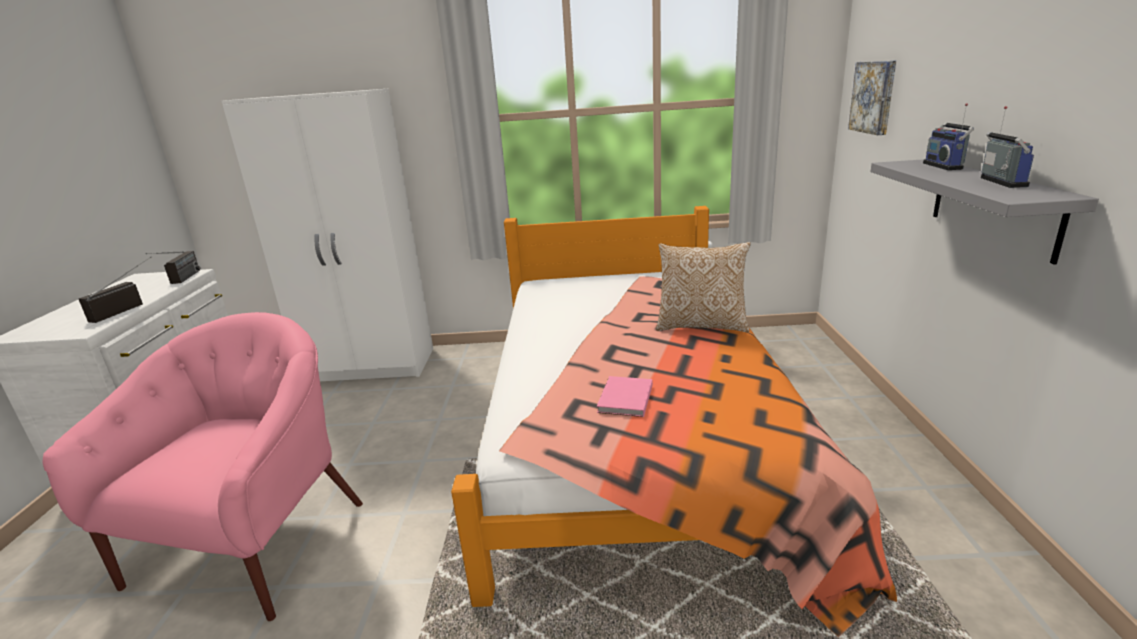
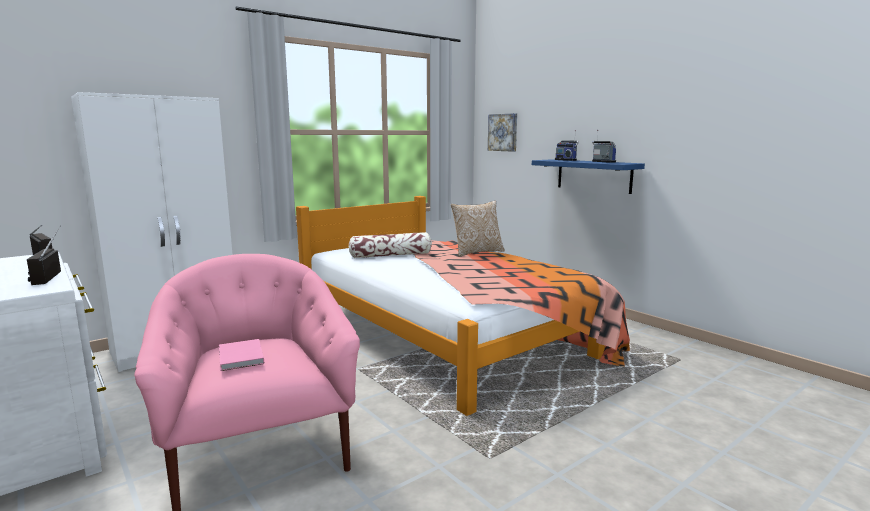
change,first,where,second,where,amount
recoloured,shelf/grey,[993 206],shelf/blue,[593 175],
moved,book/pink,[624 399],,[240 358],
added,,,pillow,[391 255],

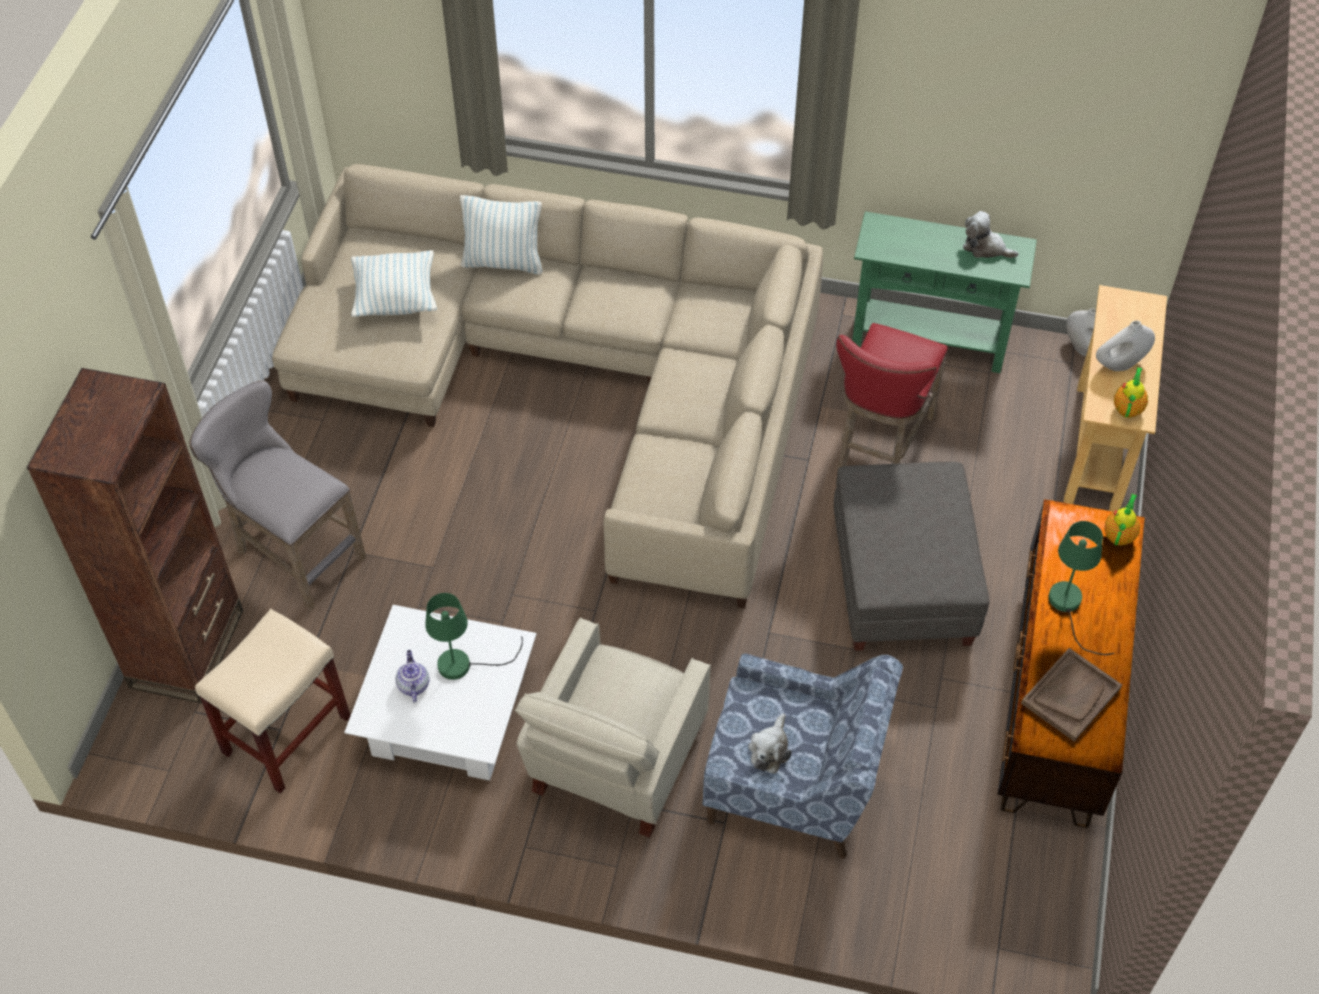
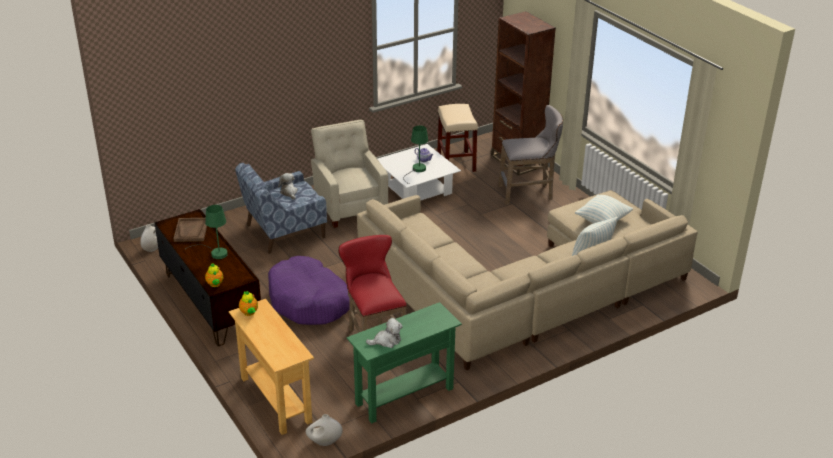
change,first,where,second,where,amount
moved,vase/white,[1119 365],,[153 248],
replaced,ottoman/grey,[902 583],dog bed/purple,[309 301],

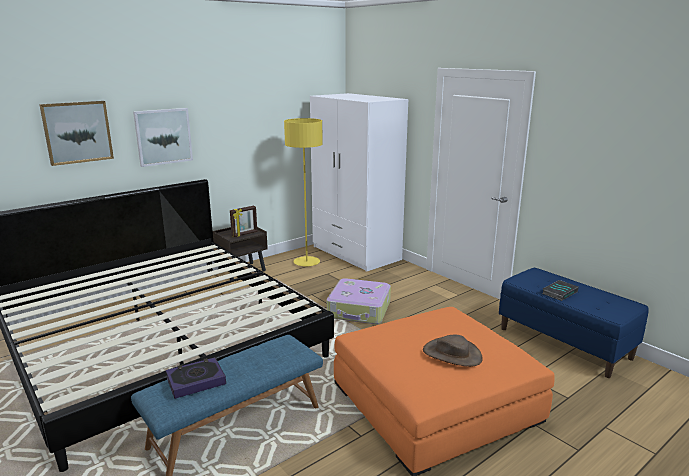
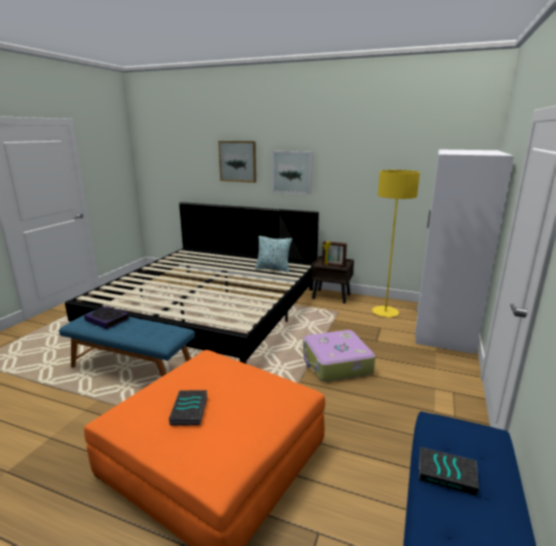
change,first,where,second,where,amount
replaced,hat/brown,[452 354],book,[190 411],
added,,,pillow,[273 269],

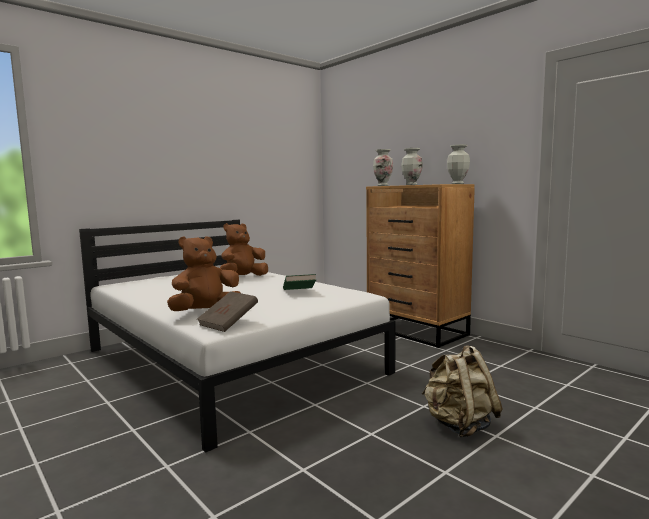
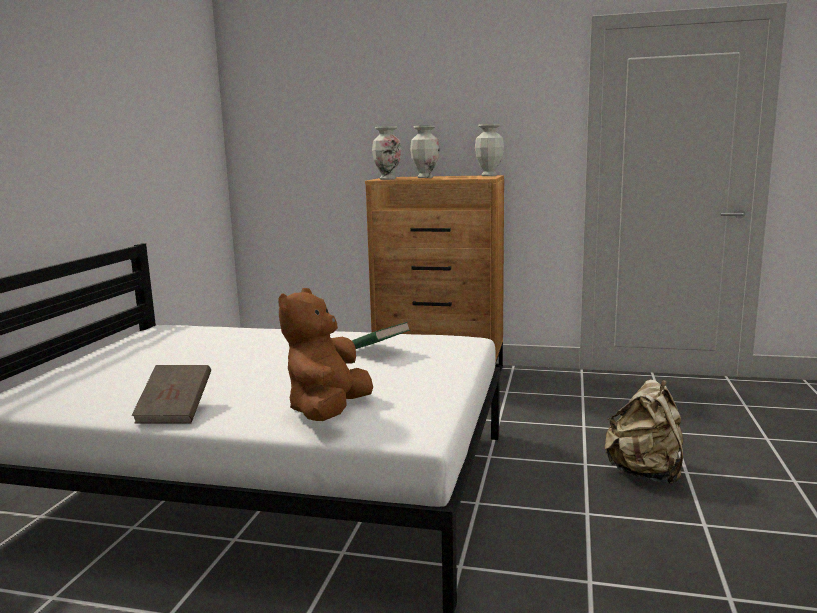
change,first,where,second,where,amount
removed,plush toy/brown,[243 277],,,
moved,book/brown,[228 323],,[175 411],

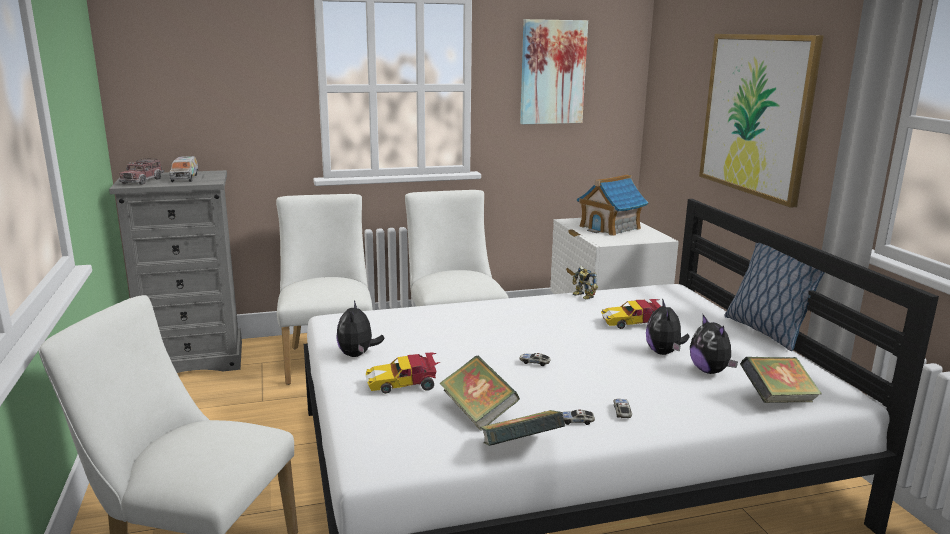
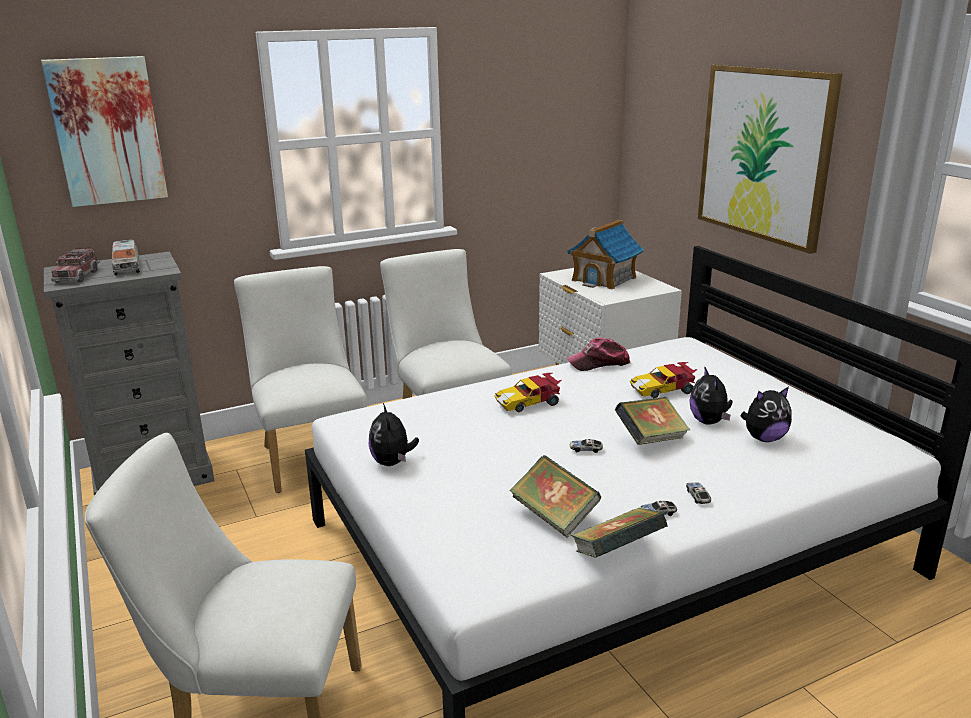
change,first,where,second,where,amount
moved,picture,[552 72],,[107 131],
removed,pillow,[766 331],,,
replaced,toy robot,[582 296],cap,[598 363],
turned,plush toy,[710 371],,[764 438],75 degrees counterclockwise
moved,toy car,[404 384],,[529 403],
moved,book,[777 399],,[651 439],

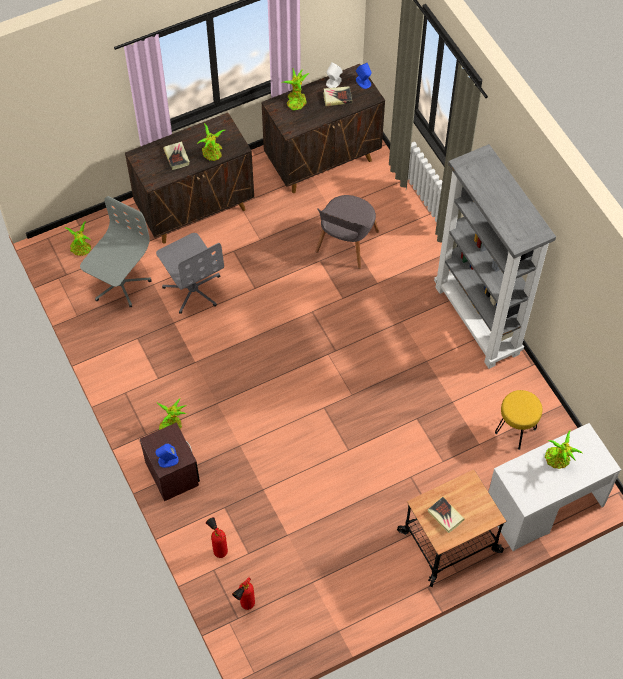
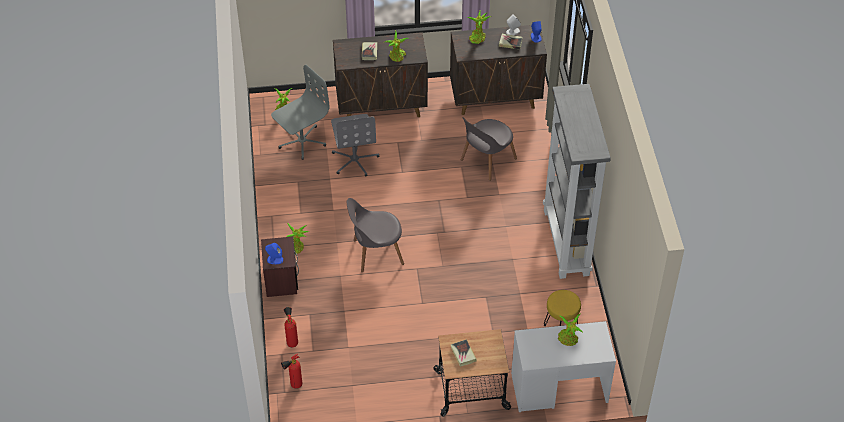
change,first,where,second,where,amount
added,,,chair/grey,[375 252],

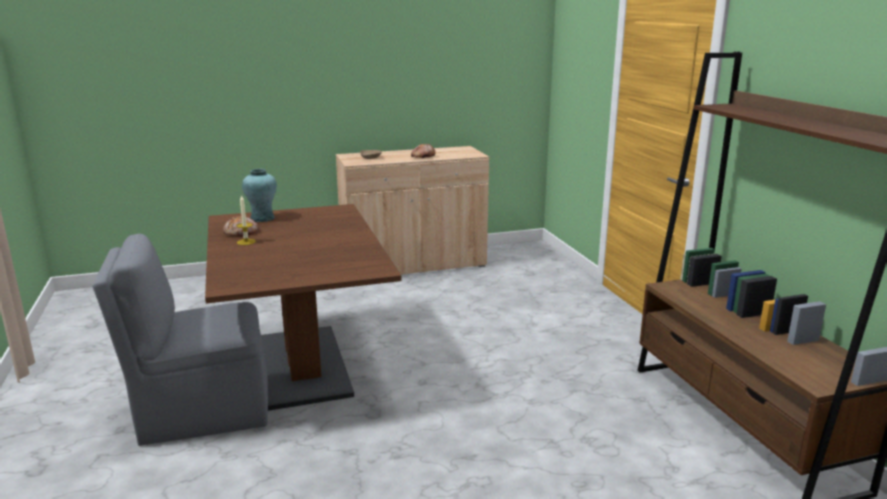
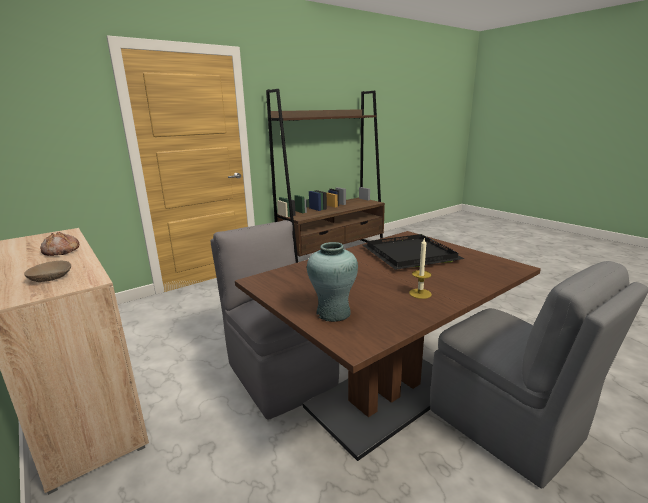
change,first,where,second,where,amount
removed,bread,[241 232],,,
added,,,chair/grey,[280 373],
added,,,tray/black,[408 254],

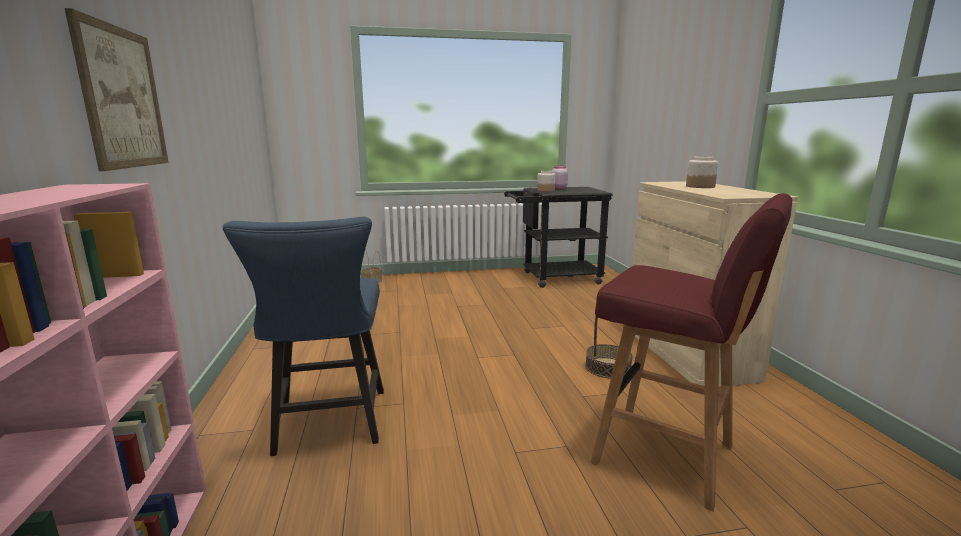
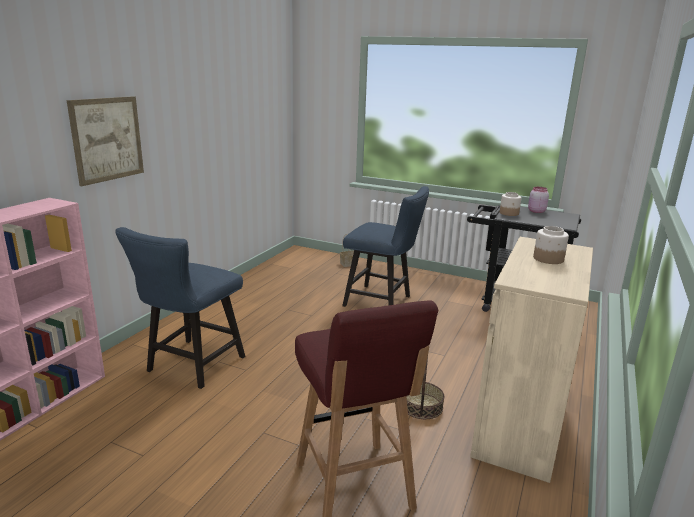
change,first,where,second,where,amount
added,,,chair/blue,[382 302],

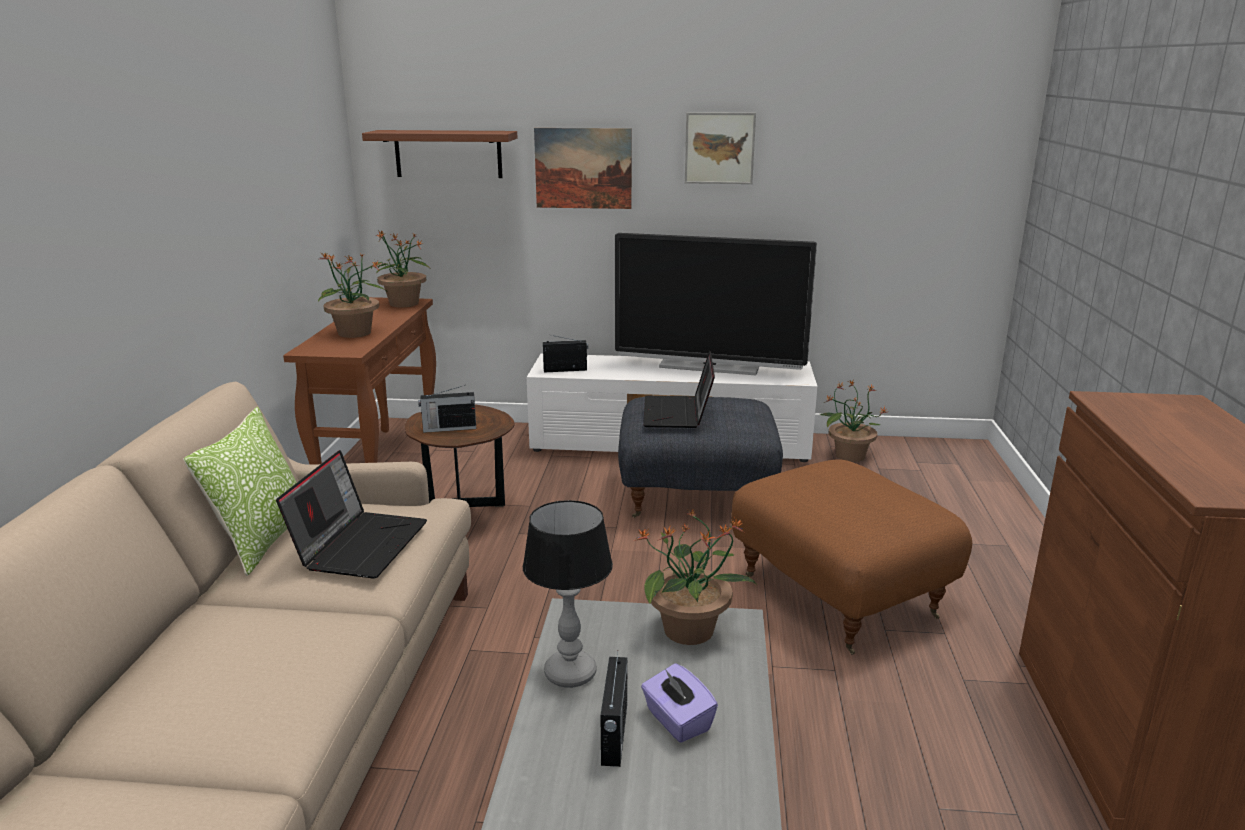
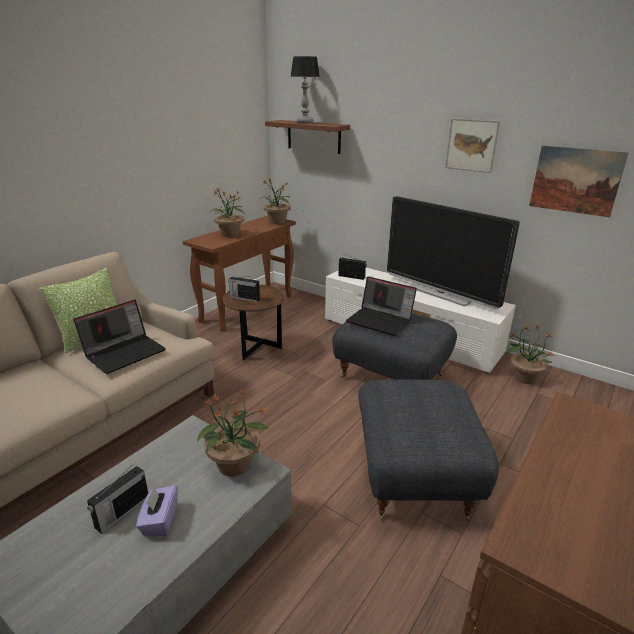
change,first,where,second,where,amount
moved,picture,[583 168],,[575 180],
turned,laptop,[678 414],,[380 321],90 degrees counterclockwise
recoloured,ottoman/brown,[841 595],ottoman/grey,[416 475],
moved,table lamp,[571 674],,[305 122],

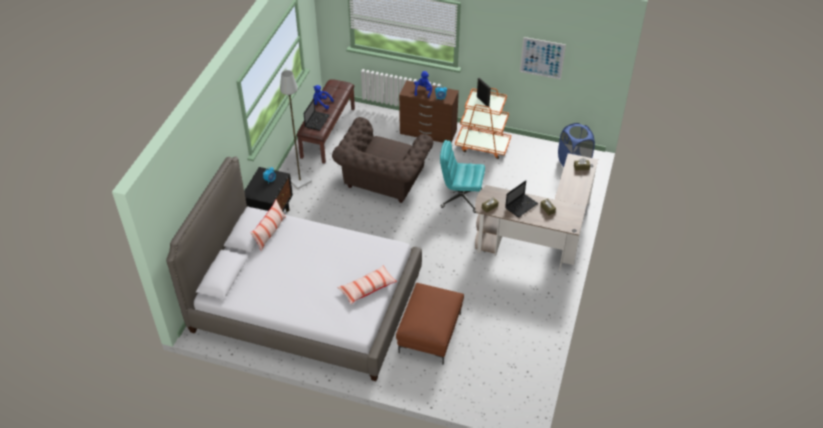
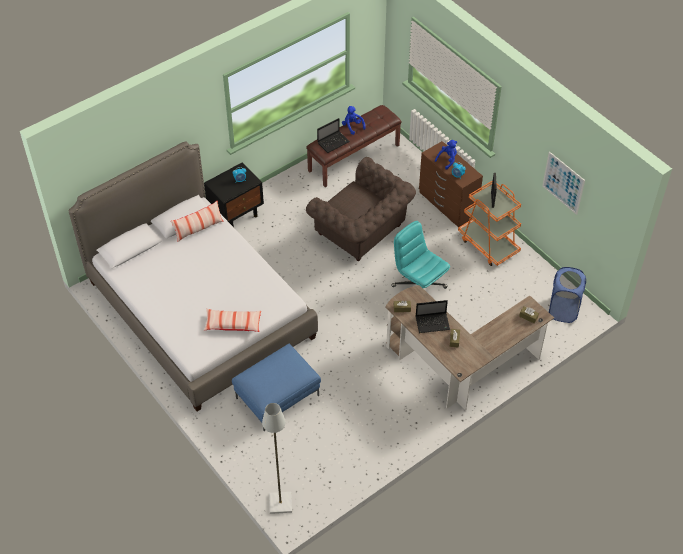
change,first,where,second,where,amount
moved,floor lamp/grey,[300 181],,[280 503],
turned,armchair/brown,[382 181],,[362 231],105 degrees counterclockwise
recoloured,ottoman/brown,[429 332],ottoman/blue,[277 396],

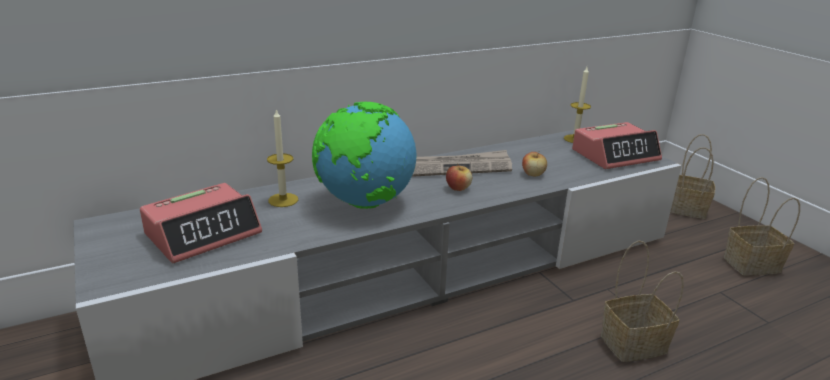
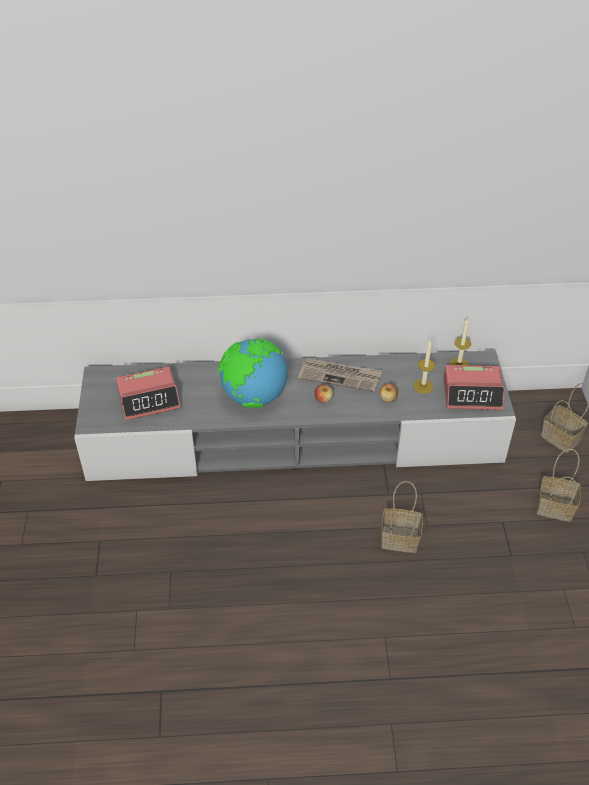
change,first,where,second,where,amount
moved,candle,[283 200],,[423 386],

